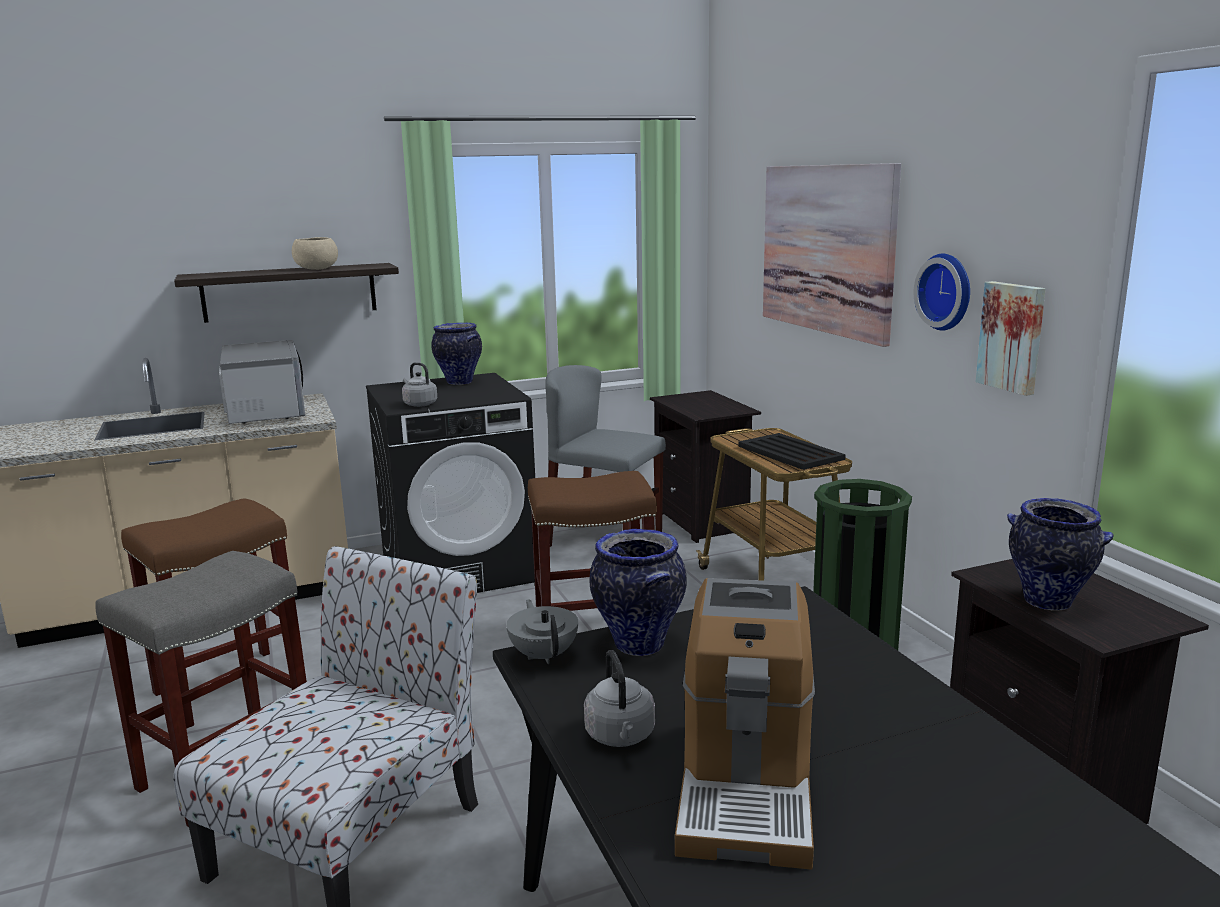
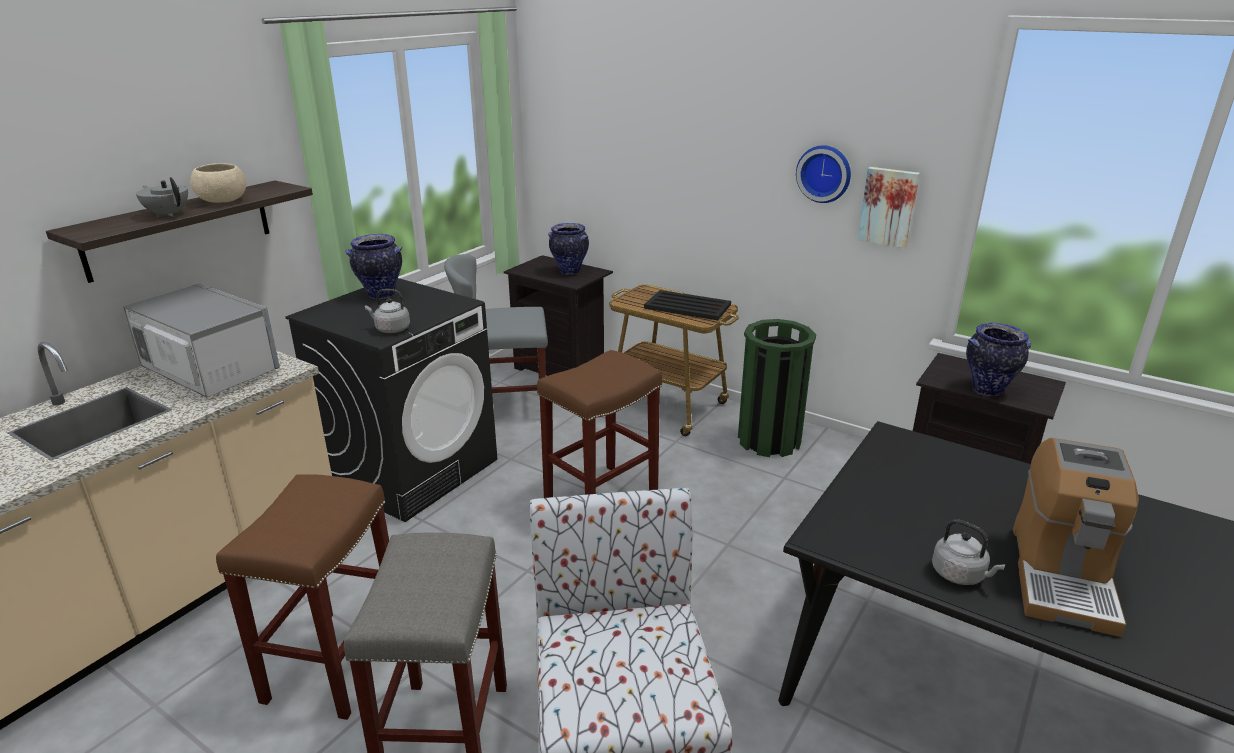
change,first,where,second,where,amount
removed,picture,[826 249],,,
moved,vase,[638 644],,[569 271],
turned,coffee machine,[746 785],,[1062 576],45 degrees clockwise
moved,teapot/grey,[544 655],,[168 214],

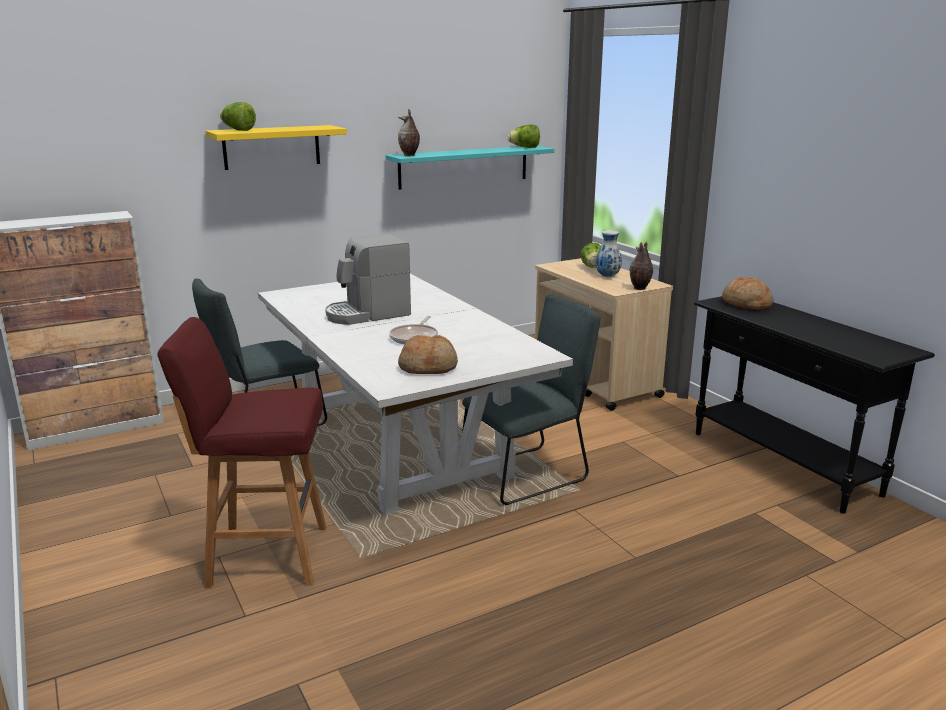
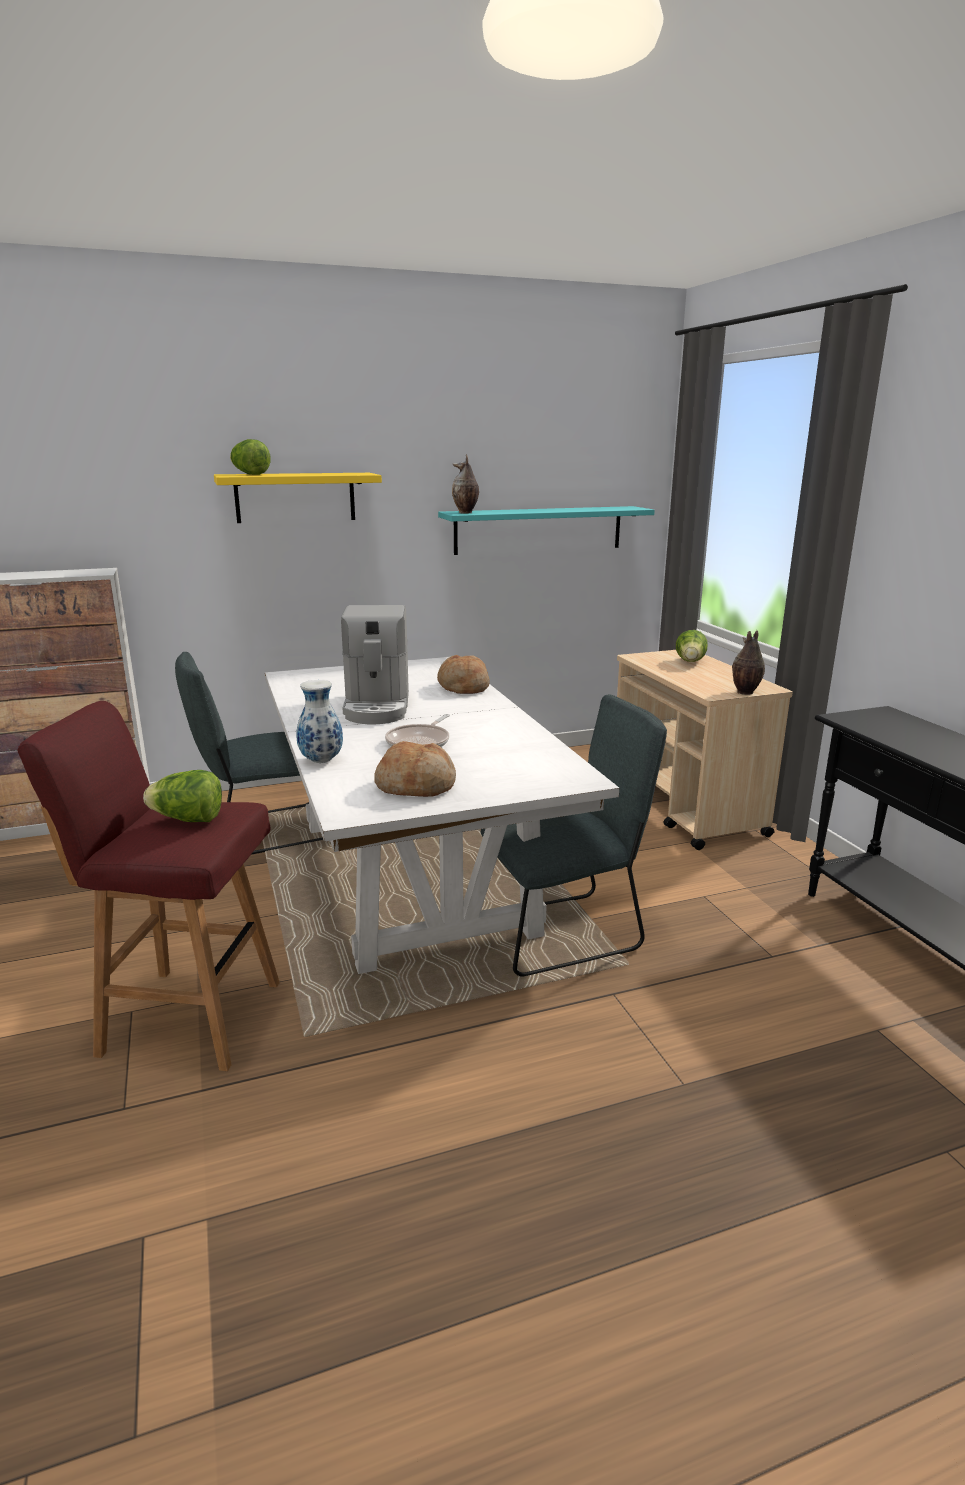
change,first,where,second,where,amount
moved,lettuce,[524 147],,[188 820],
moved,vase,[608 276],,[322 760],
turned,coffee machine,[367 314],,[377 707],75 degrees counterclockwise
moved,bread,[746 304],,[463 687],

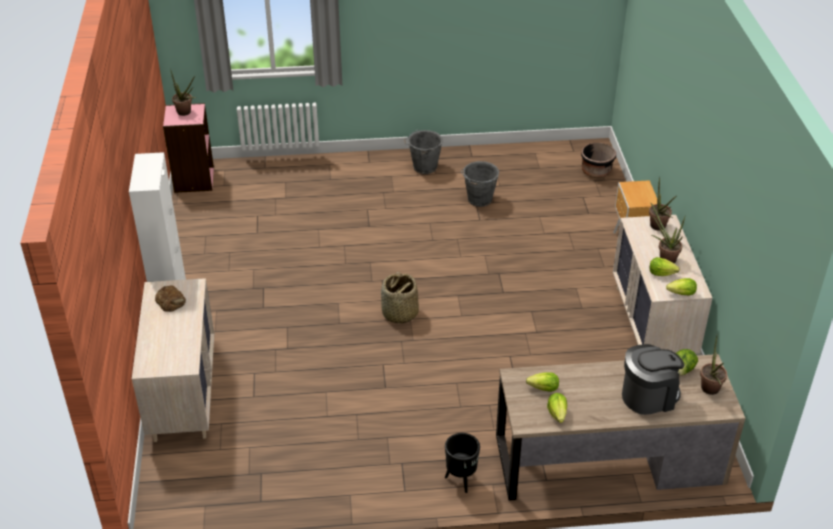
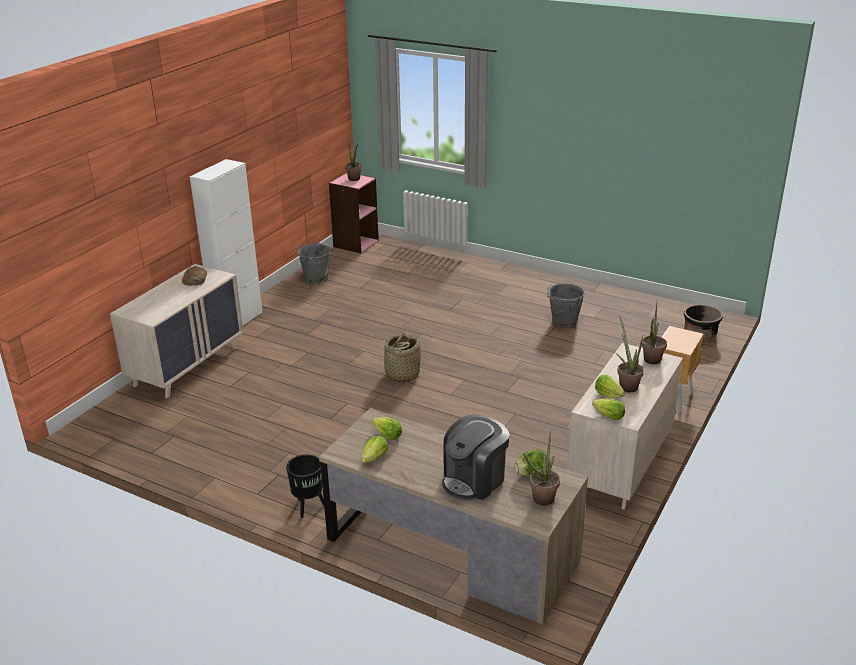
change,first,where,second,where,amount
moved,bucket/grey,[424 167],,[315 278],
turned,coffee machine,[648 396],,[474 480],120 degrees clockwise

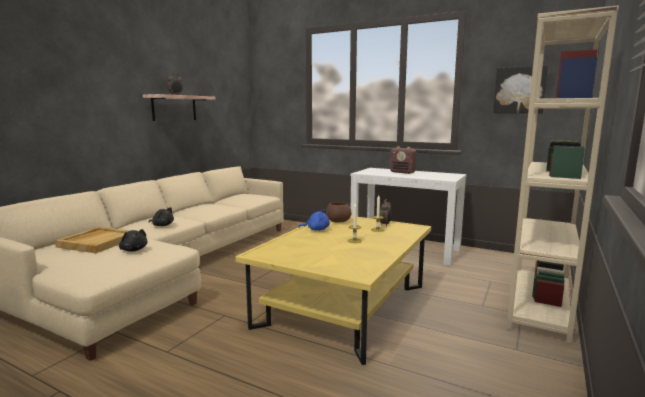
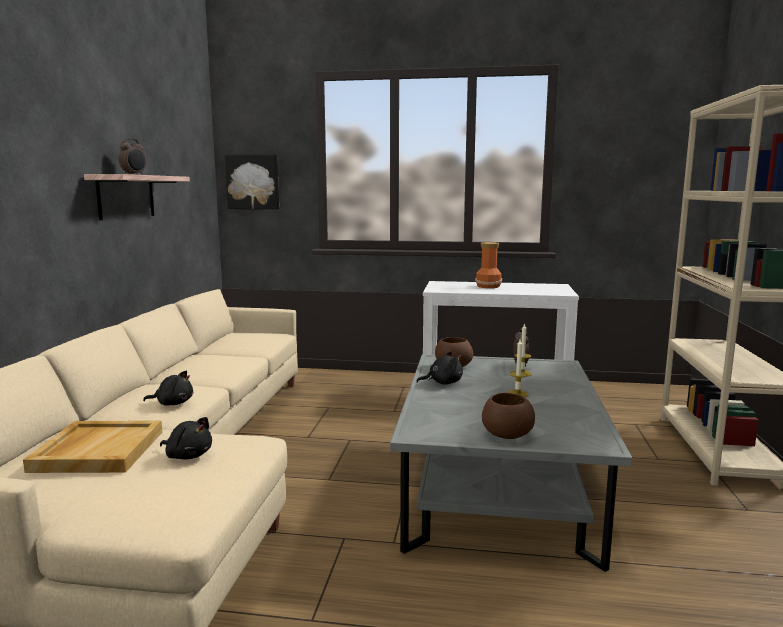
change,first,where,second,where,amount
moved,picture,[519 90],,[253 182],
replaced,radio,[403 172],vase,[488 286],
recoloured,plush toy/blue,[316 229],plush toy/black,[443 383],
recoloured,coffee table/yellow,[343 305],coffee table/grey,[498 489],
added,,,bowl/brown,[506 435],

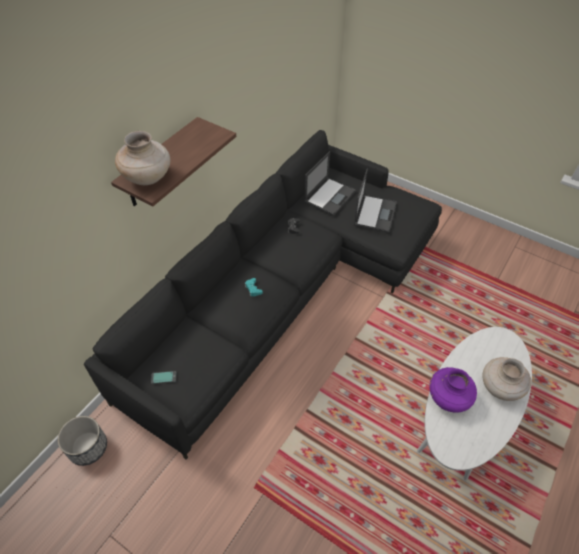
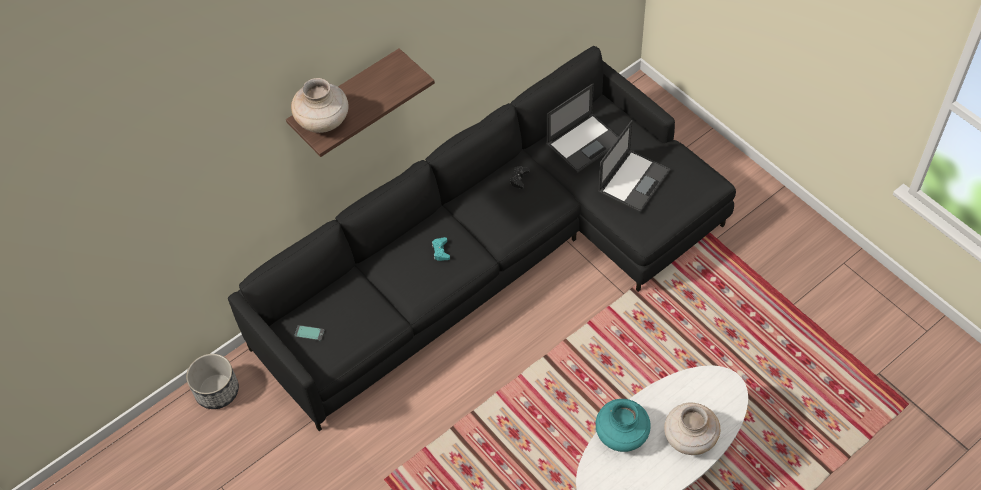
change,first,where,second,where,amount
recoloured,vase/purple,[448 398],vase/turquoise,[622 435],

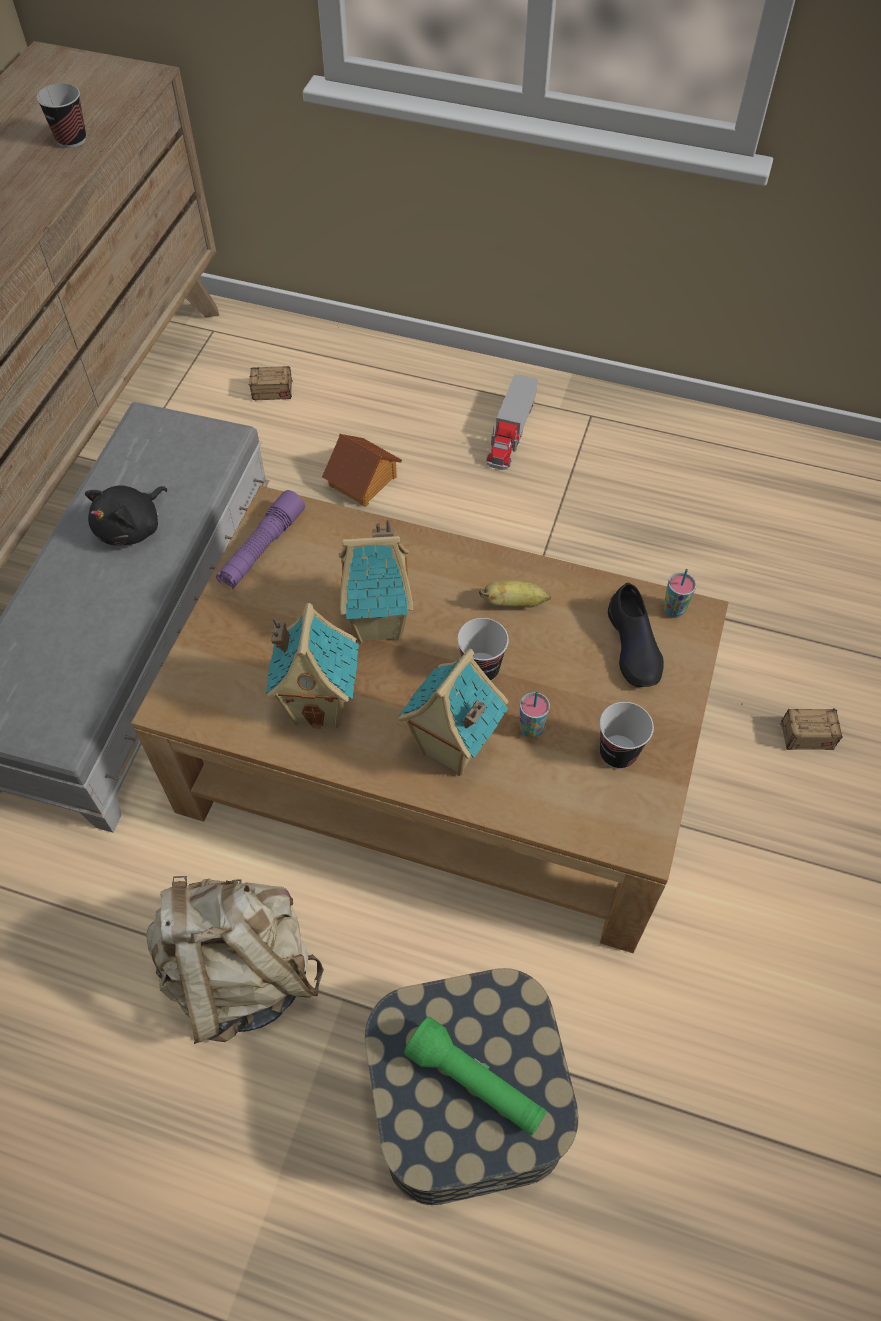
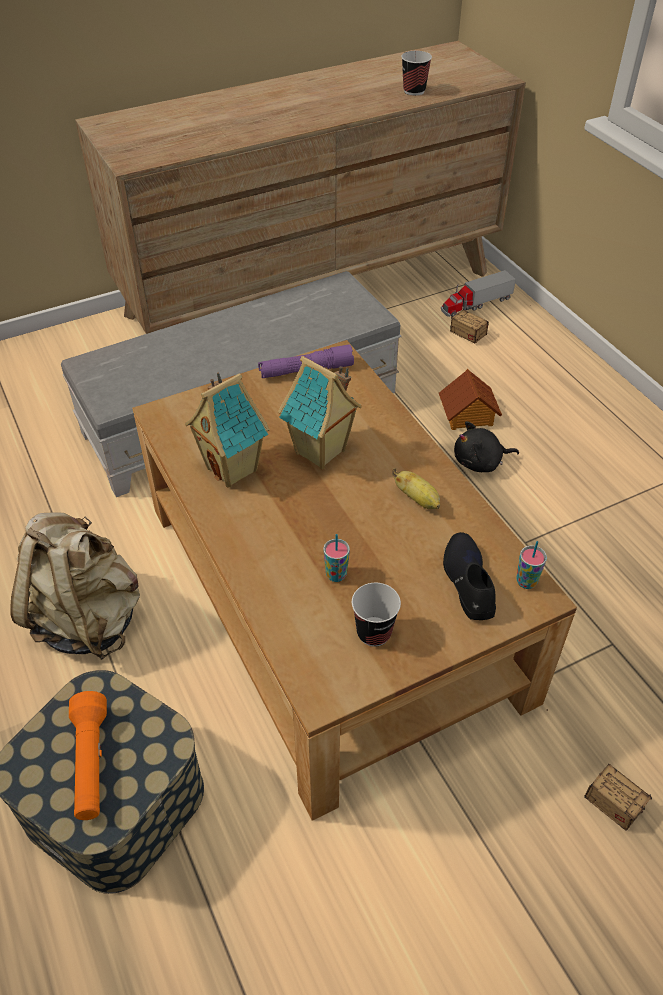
change,first,where,second,where,amount
moved,toy truck,[510 433],,[476 304],
moved,plush toy/black,[132 528],,[480 462],
turned,shoe/black,[634 645],,[468 581],135 degrees clockwise
removed,cup,[481 669],,,
removed,toy house,[451 749],,,
recoloured,flashlight/green,[476 1083],flashlight/orange,[91 763],

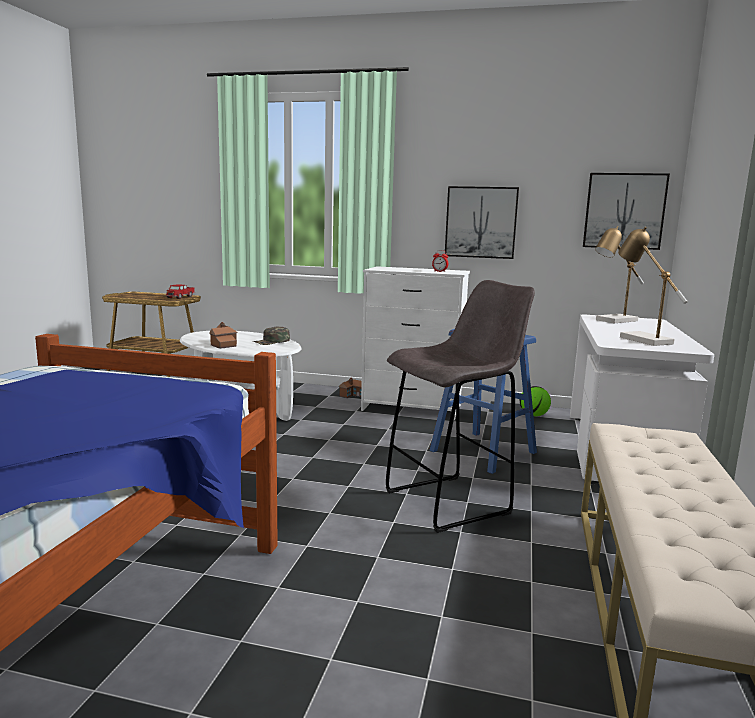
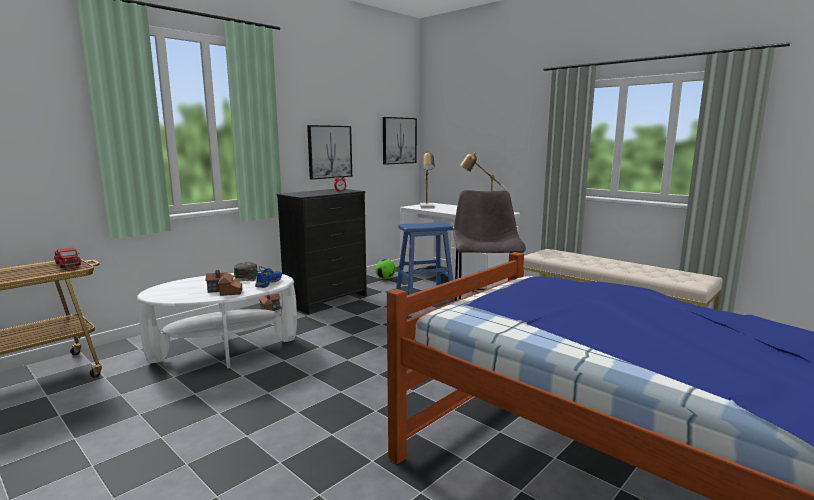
change,first,where,second,where,amount
recoloured,dresser/white,[411 408],dresser/black,[326 300],
added,,,shoe/blue,[269 283],

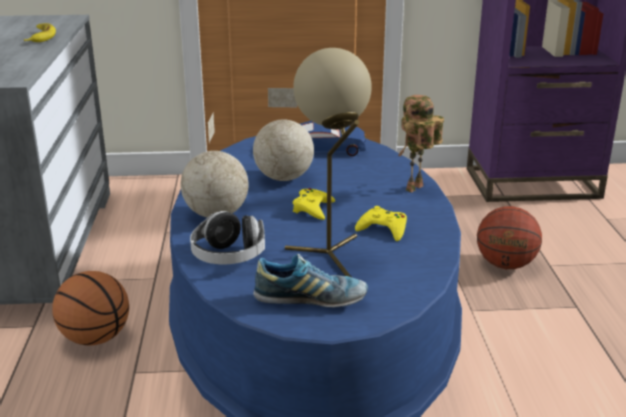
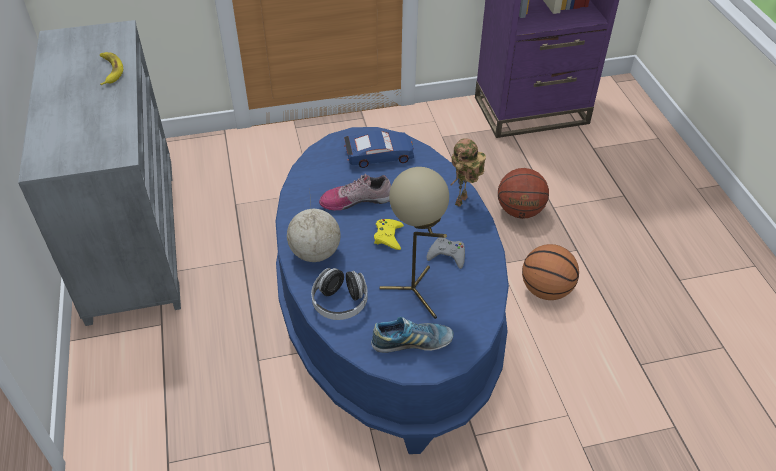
change,first,where,second,where,amount
replaced,globe,[284 178],shoe,[356 200],
recoloured,game controller/yellow,[383 229],game controller/grey,[447 255],
moved,basketball,[96 338],,[546 290],

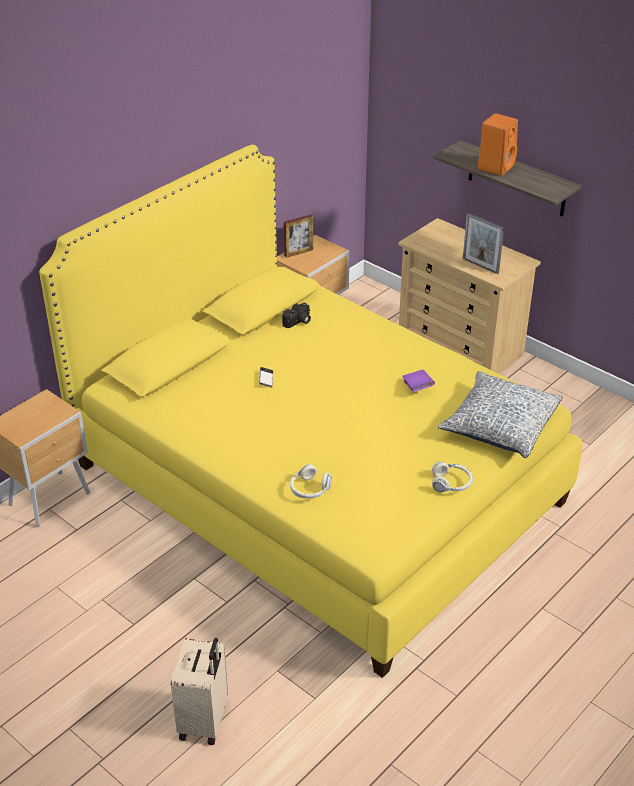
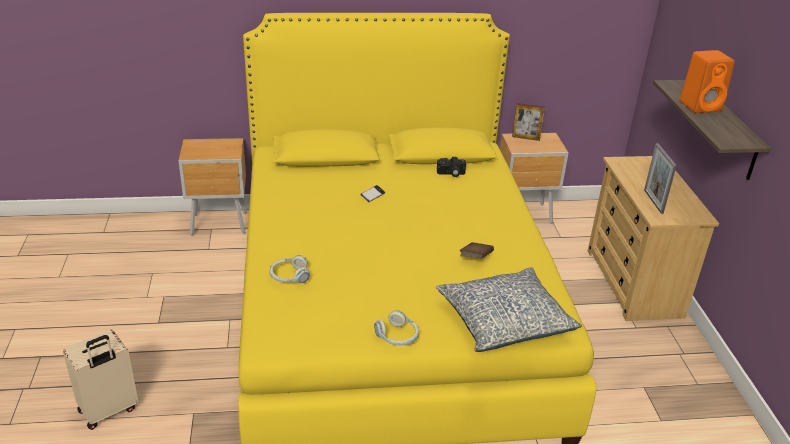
change,first,where,second,where,amount
recoloured,book/purple,[417 388],book/brown,[475 258],

